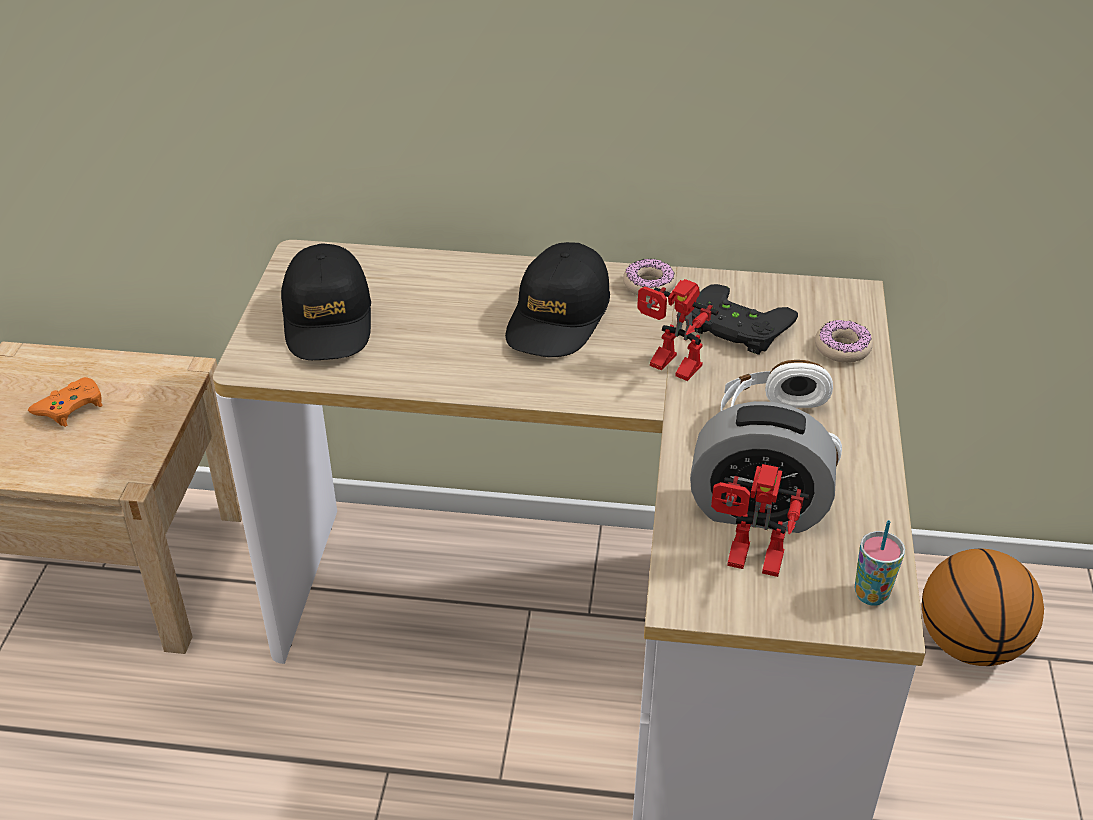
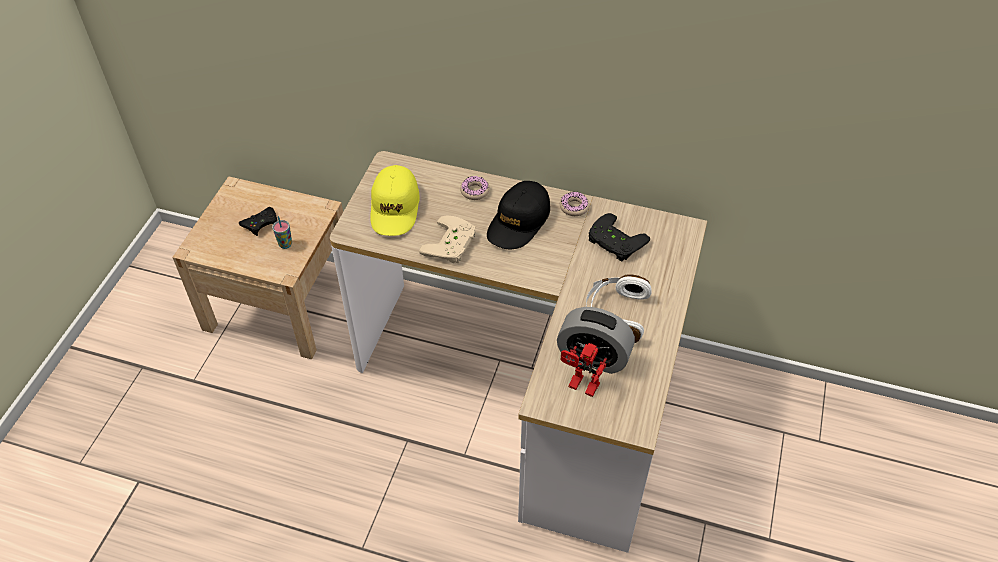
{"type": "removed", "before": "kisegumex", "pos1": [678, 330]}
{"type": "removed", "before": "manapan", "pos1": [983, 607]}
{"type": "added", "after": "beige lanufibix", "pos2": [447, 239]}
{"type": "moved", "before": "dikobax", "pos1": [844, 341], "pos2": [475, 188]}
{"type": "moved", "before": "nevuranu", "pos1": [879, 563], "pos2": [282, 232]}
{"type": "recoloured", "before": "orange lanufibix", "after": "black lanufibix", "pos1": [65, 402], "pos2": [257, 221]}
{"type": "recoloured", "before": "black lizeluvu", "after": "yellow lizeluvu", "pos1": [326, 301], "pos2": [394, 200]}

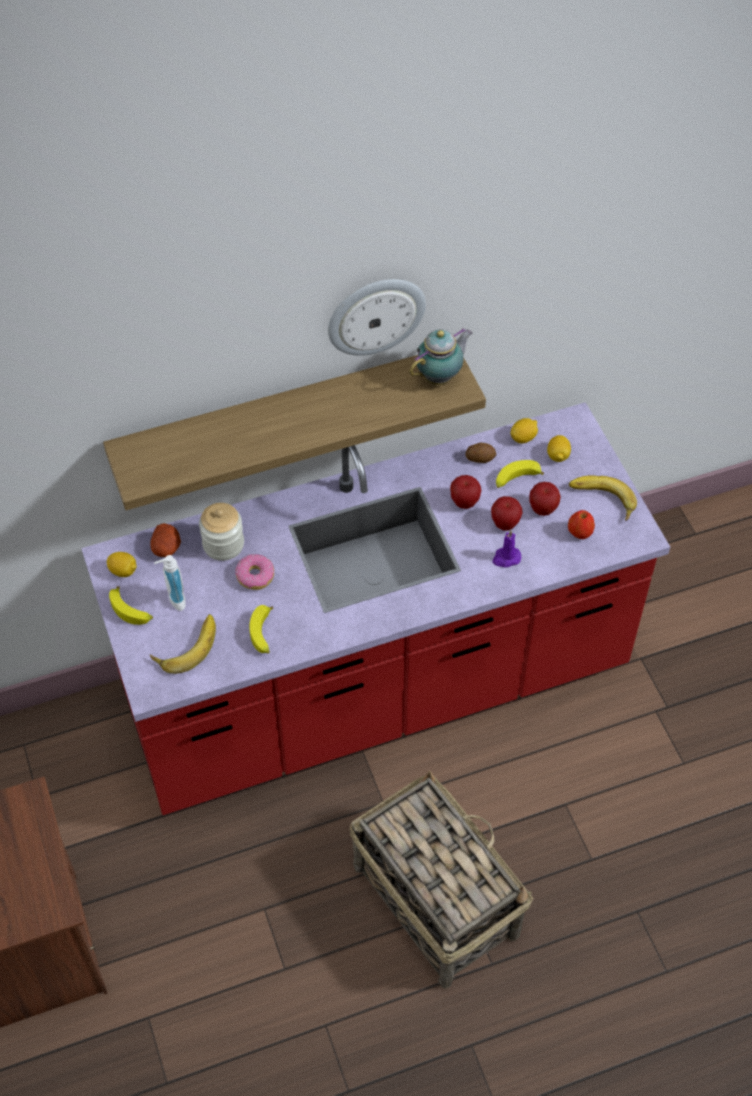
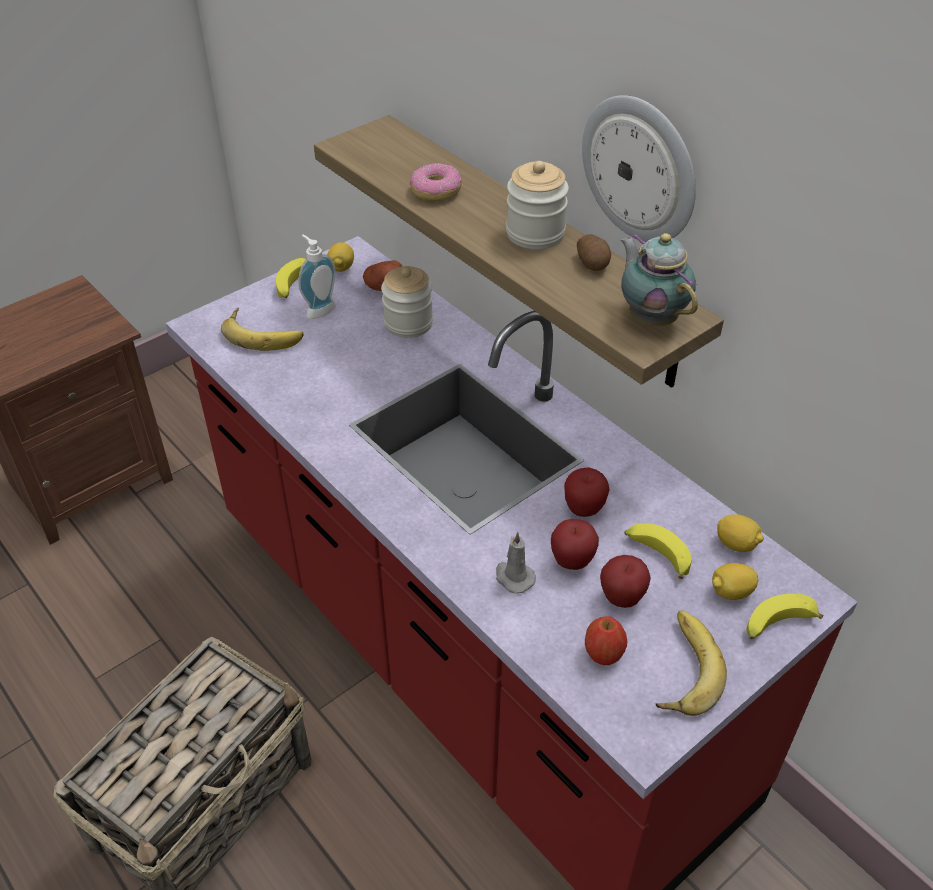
{"type": "added", "after": "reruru", "pos2": [537, 205]}
{"type": "moved", "before": "dikobax", "pos1": [254, 572], "pos2": [436, 182]}
{"type": "moved", "before": "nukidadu", "pos1": [261, 629], "pos2": [785, 616]}
{"type": "moved", "before": "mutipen", "pos1": [480, 453], "pos2": [594, 252]}
{"type": "recoloured", "before": "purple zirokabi", "after": "grey zirokabi", "pos1": [506, 549], "pos2": [516, 562]}
{"type": "turned", "before": "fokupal", "pos1": [441, 356], "pos2": [659, 279], "turn": -150}

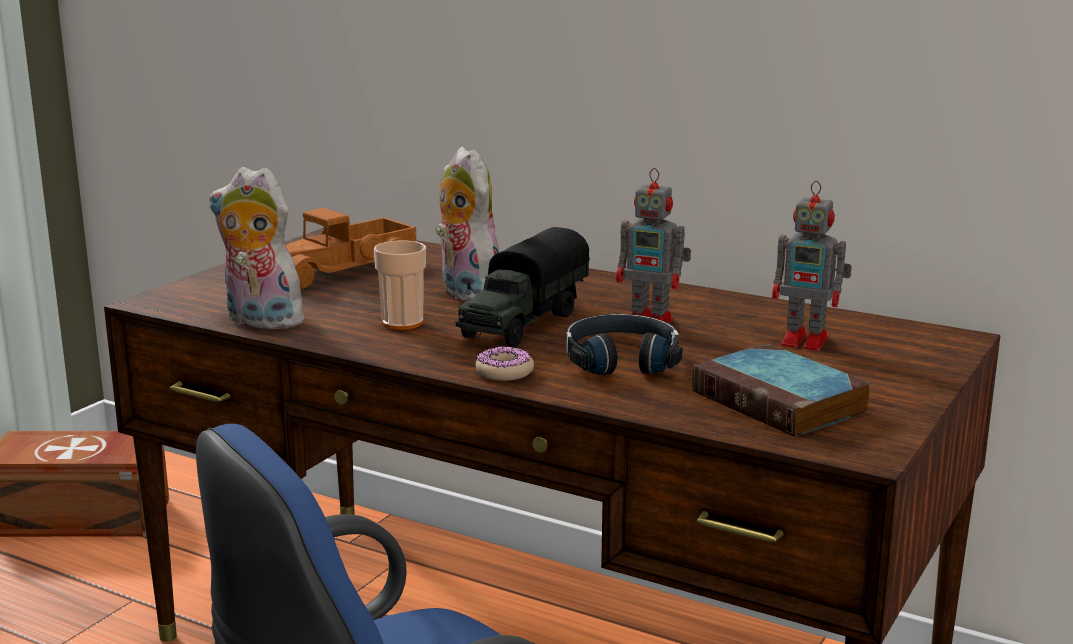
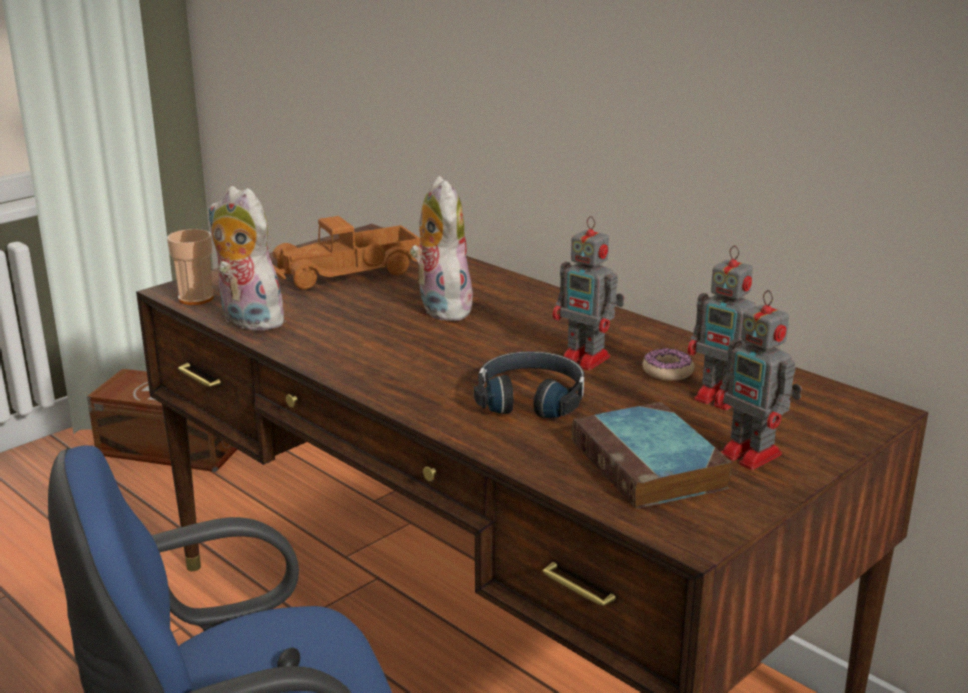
{"type": "removed", "before": "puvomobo", "pos1": [523, 287]}
{"type": "added", "after": "kisegumex", "pos2": [758, 380]}
{"type": "moved", "before": "nevuranu", "pos1": [400, 285], "pos2": [190, 267]}
{"type": "moved", "before": "dikobax", "pos1": [504, 363], "pos2": [668, 364]}

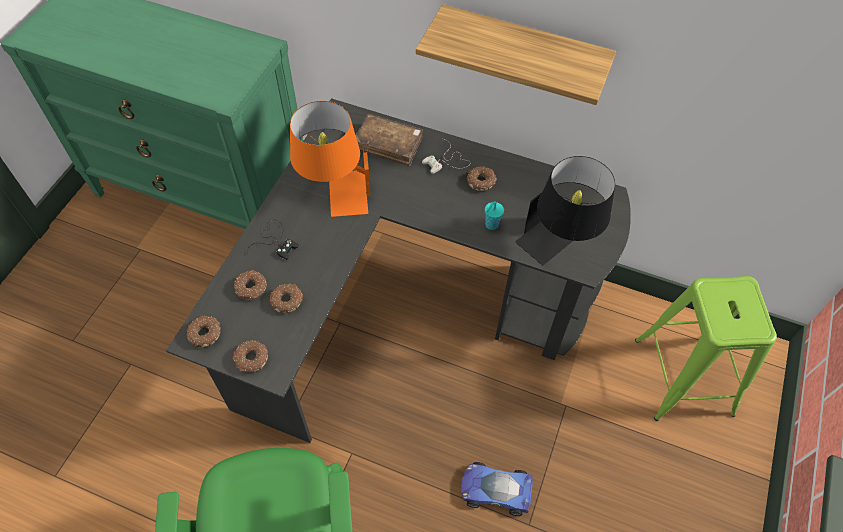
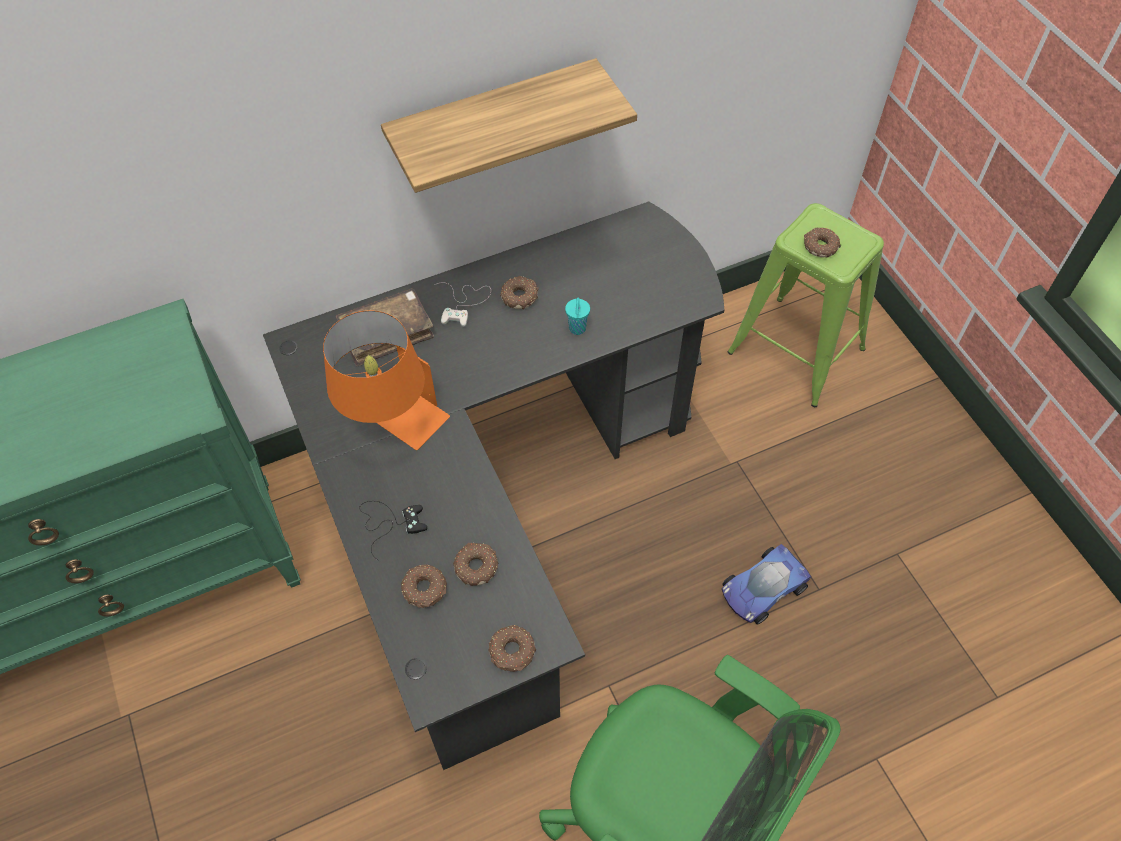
{"type": "removed", "before": "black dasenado", "pos1": [565, 210]}
{"type": "moved", "before": "dikobax", "pos1": [204, 331], "pos2": [822, 243]}

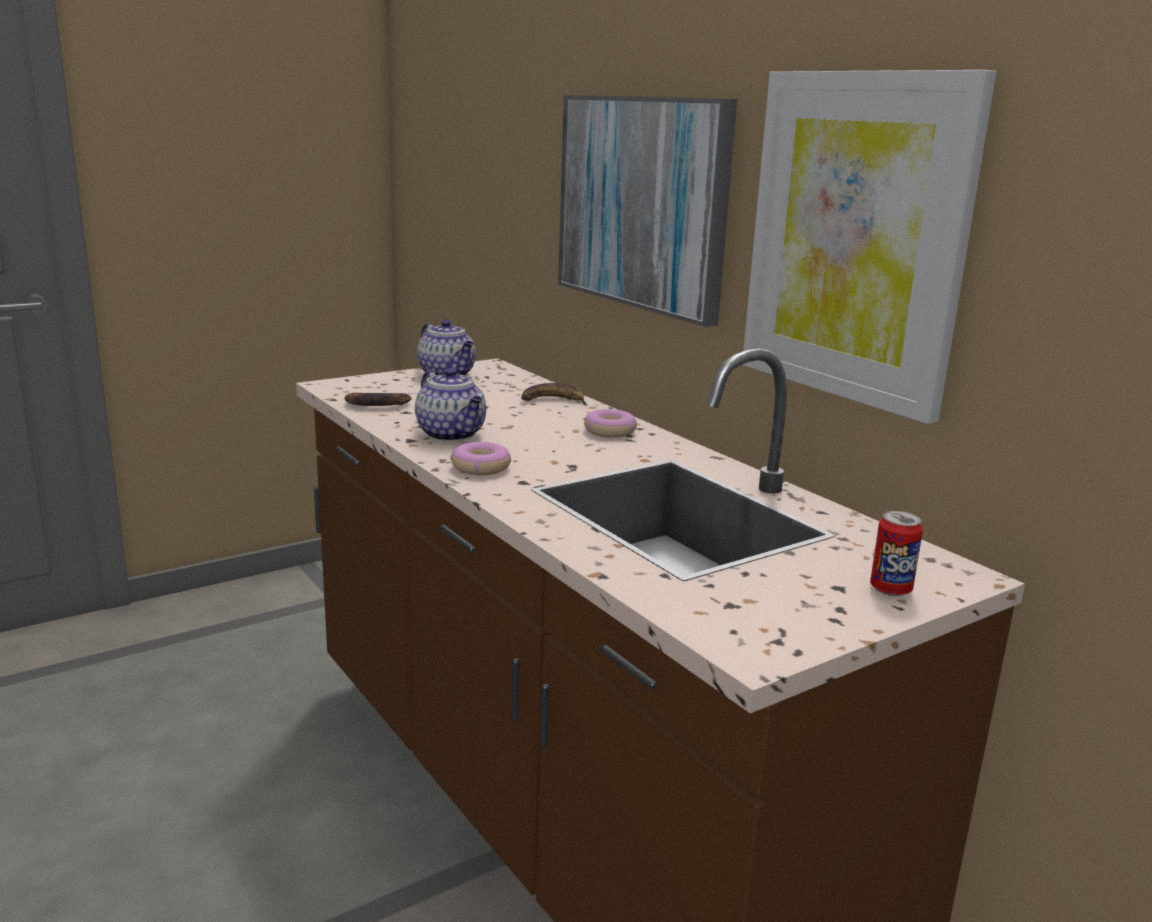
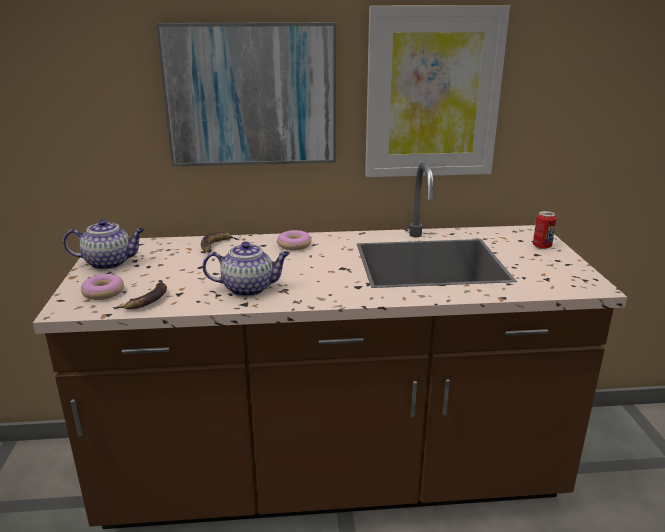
{"type": "moved", "before": "dikobax", "pos1": [480, 458], "pos2": [102, 287]}

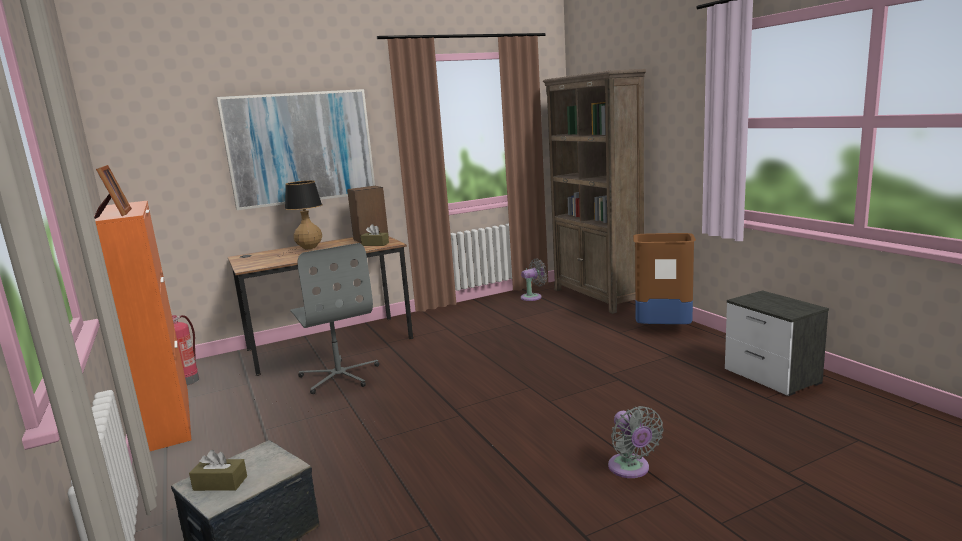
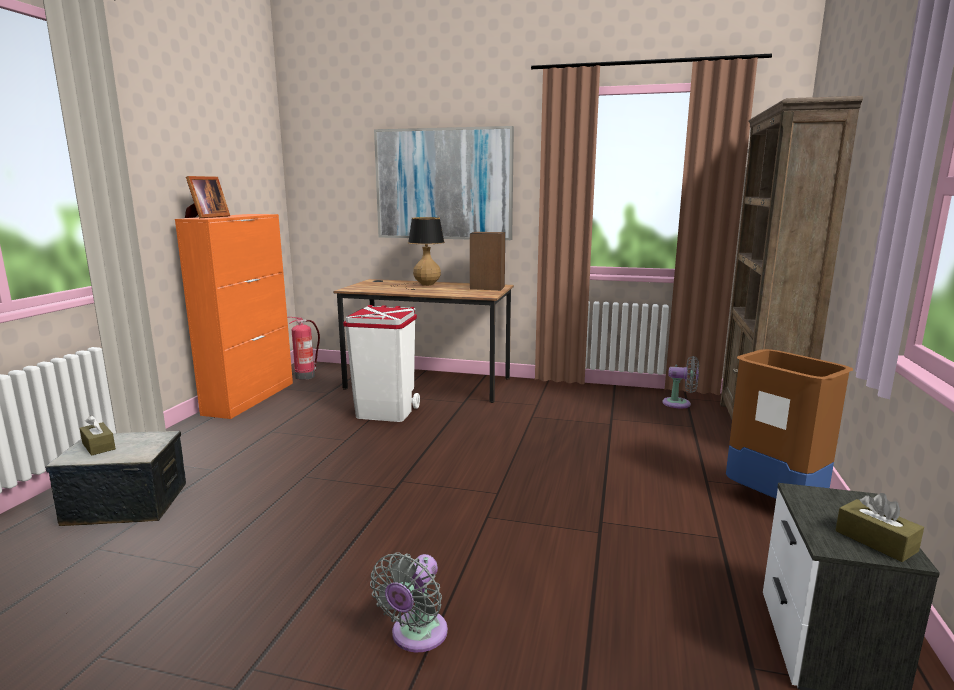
{"type": "moved", "before": "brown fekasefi", "pos1": [374, 235], "pos2": [880, 527]}
{"type": "replaced", "before": "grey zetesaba", "after": "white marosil", "pos1": [334, 318], "pos2": [381, 363]}

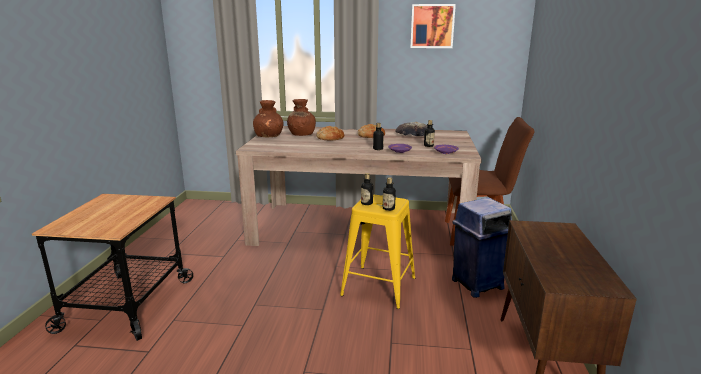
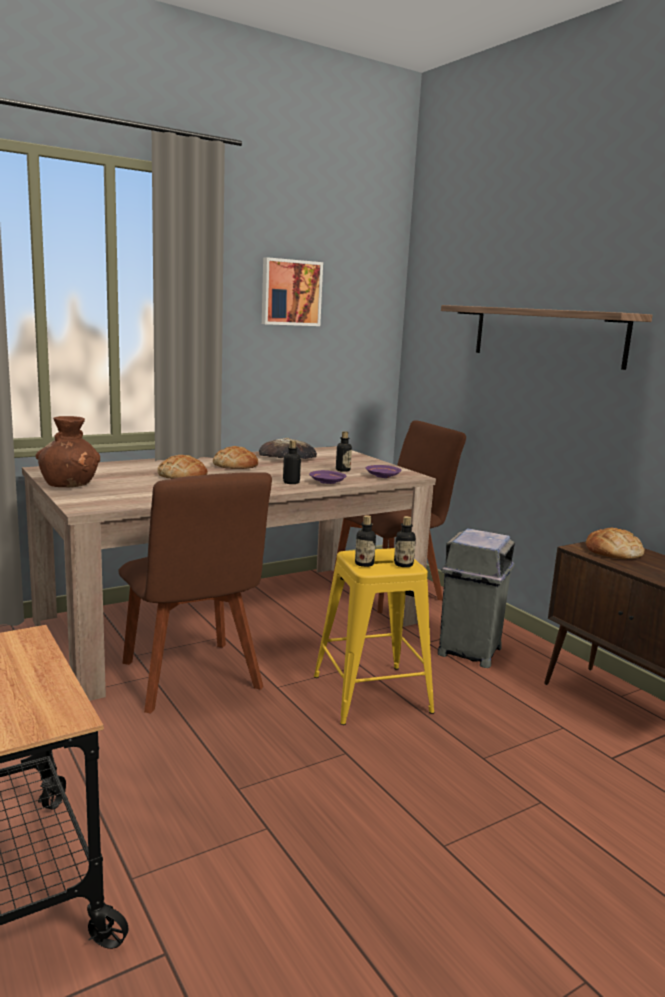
{"type": "removed", "before": "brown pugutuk", "pos1": [301, 117]}
{"type": "added", "after": "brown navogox", "pos2": [195, 593]}
{"type": "added", "after": "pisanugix", "pos2": [547, 337]}
{"type": "added", "after": "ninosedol", "pos2": [615, 543]}
{"type": "recoloured", "before": "blue marosil", "after": "grey marosil", "pos1": [482, 247], "pos2": [476, 598]}

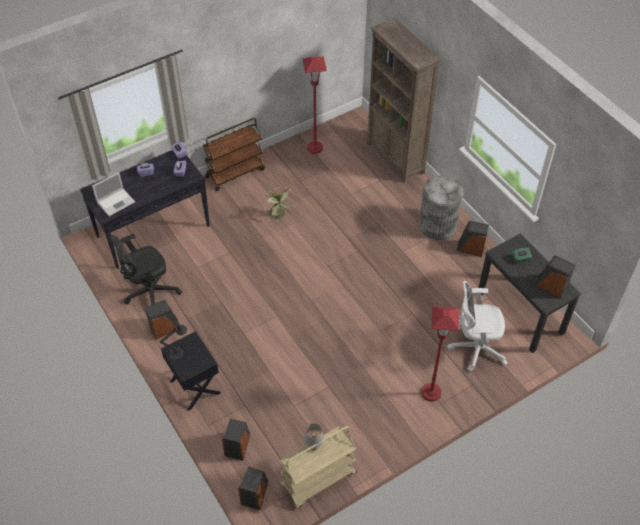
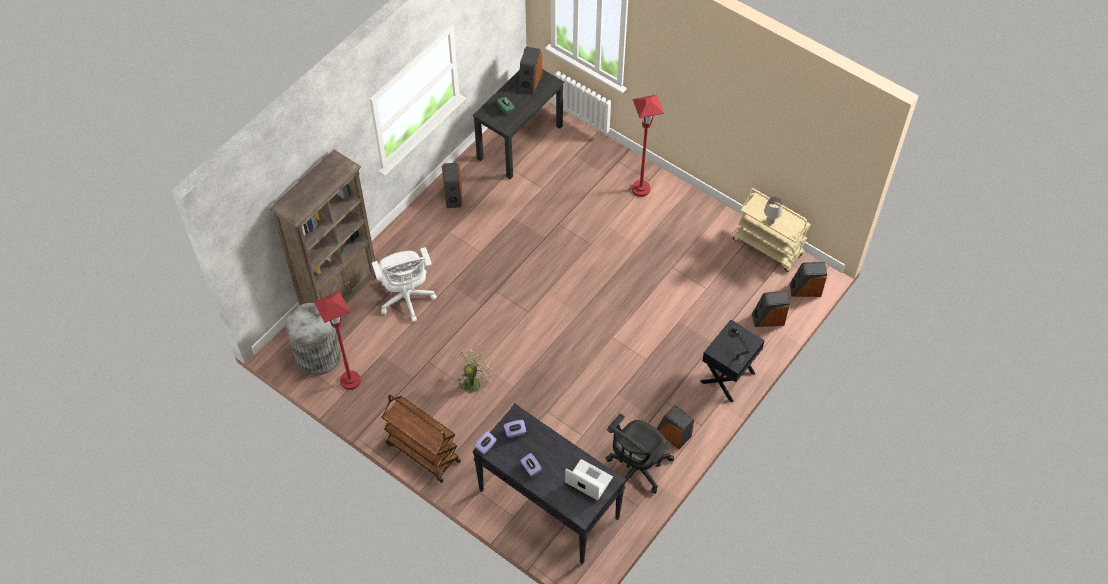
{"type": "moved", "before": "grey marosil", "pos1": [441, 208], "pos2": [313, 339]}
{"type": "moved", "before": "white zetesaba", "pos1": [477, 326], "pos2": [404, 284]}
{"type": "turned", "before": "black zetesaba", "pos1": [145, 269], "pos2": [640, 454], "turn": 90}

